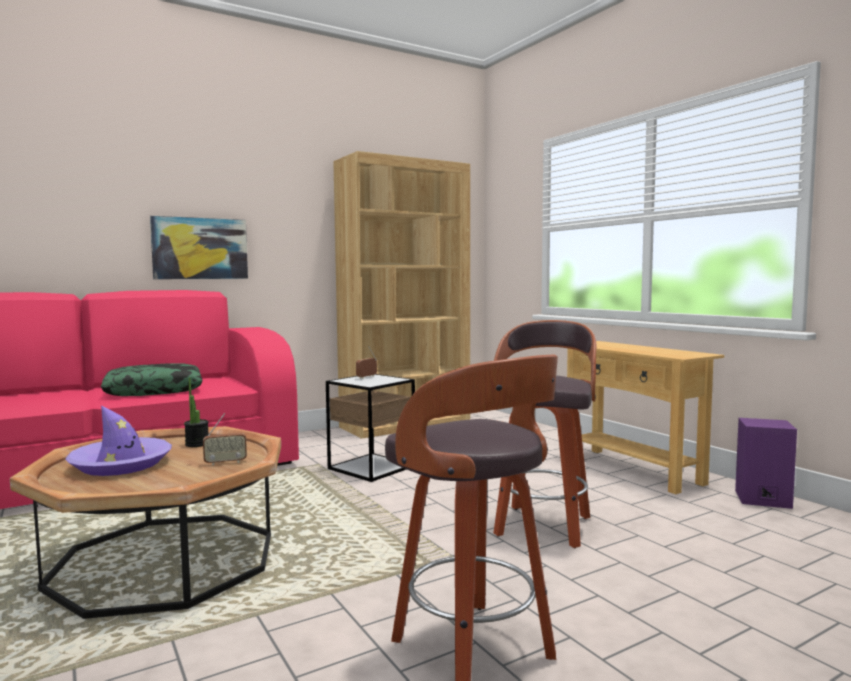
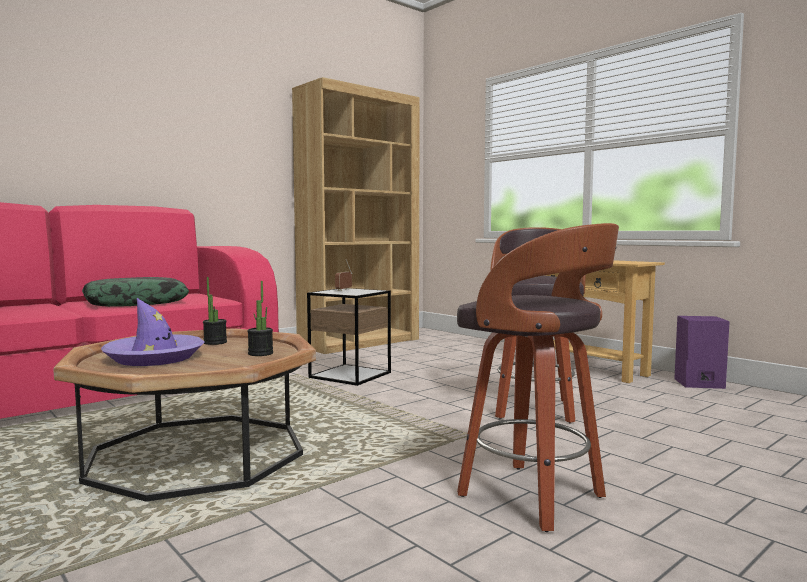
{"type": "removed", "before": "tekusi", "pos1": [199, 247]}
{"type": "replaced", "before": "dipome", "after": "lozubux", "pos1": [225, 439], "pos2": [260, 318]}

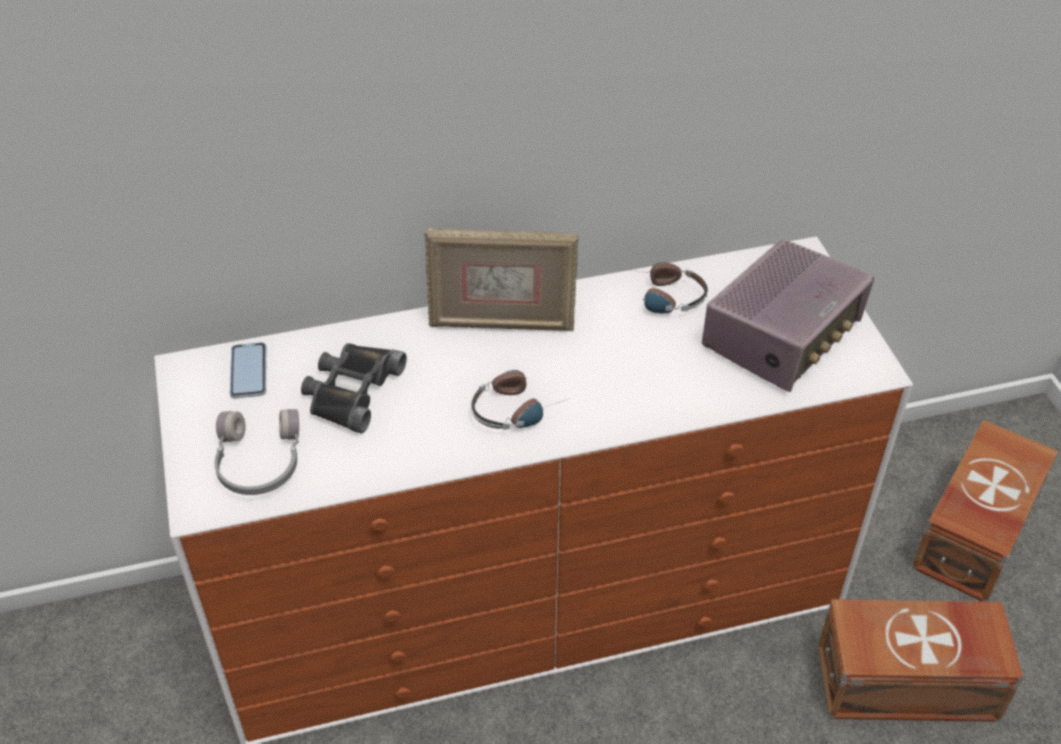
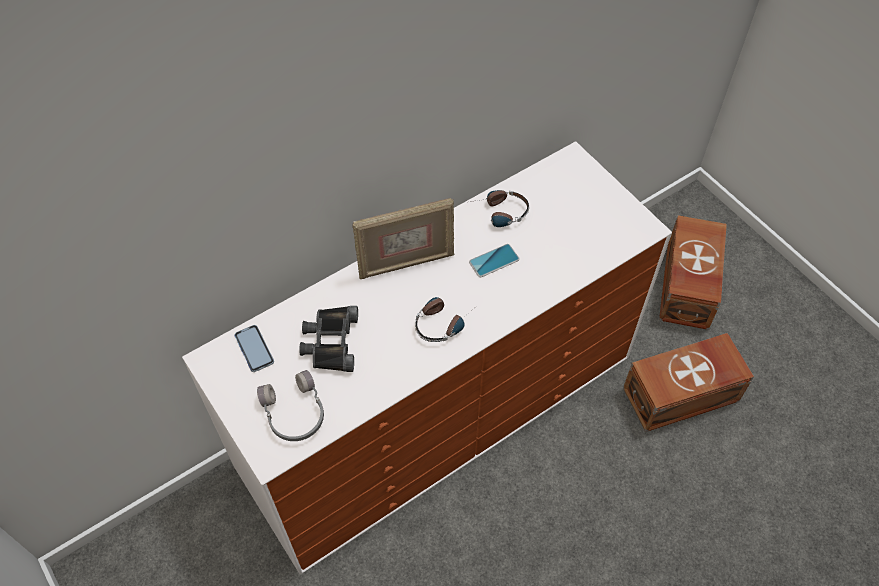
{"type": "removed", "before": "dipome", "pos1": [788, 315]}
{"type": "added", "after": "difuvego", "pos2": [494, 260]}

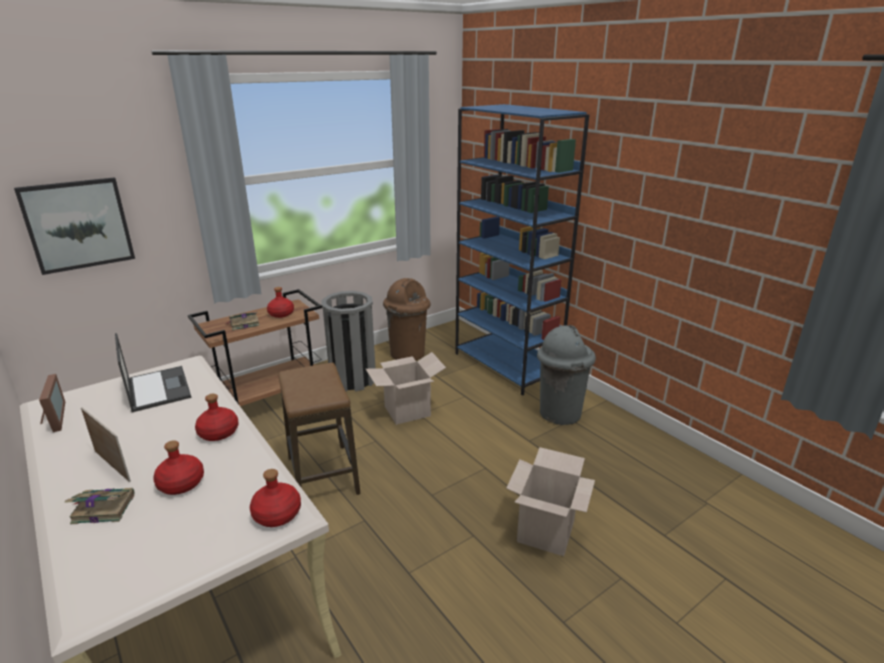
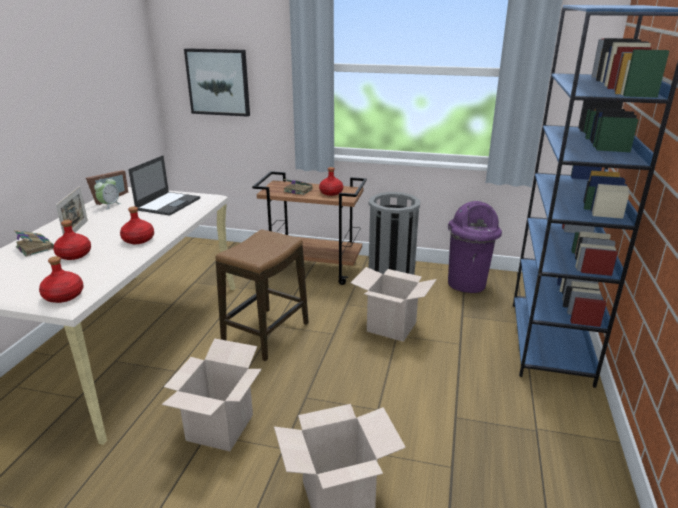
{"type": "removed", "before": "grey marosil", "pos1": [566, 375]}
{"type": "added", "after": "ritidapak", "pos2": [107, 193]}
{"type": "added", "after": "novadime", "pos2": [212, 394]}
{"type": "recoloured", "before": "brown marosil", "after": "purple marosil", "pos1": [406, 319], "pos2": [475, 247]}

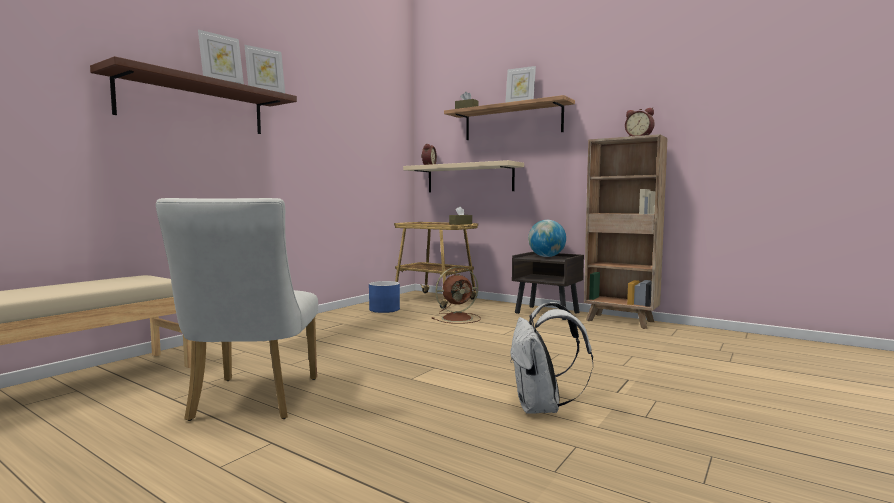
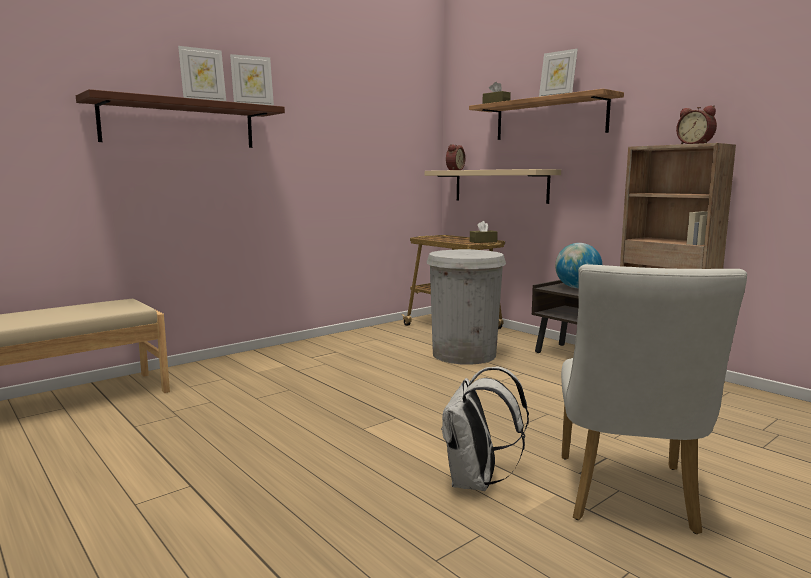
{"type": "removed", "before": "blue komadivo", "pos1": [384, 297]}
{"type": "moved", "before": "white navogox", "pos1": [237, 309], "pos2": [654, 399]}
{"type": "replaced", "before": "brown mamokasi", "after": "white marosil", "pos1": [456, 295], "pos2": [466, 307]}

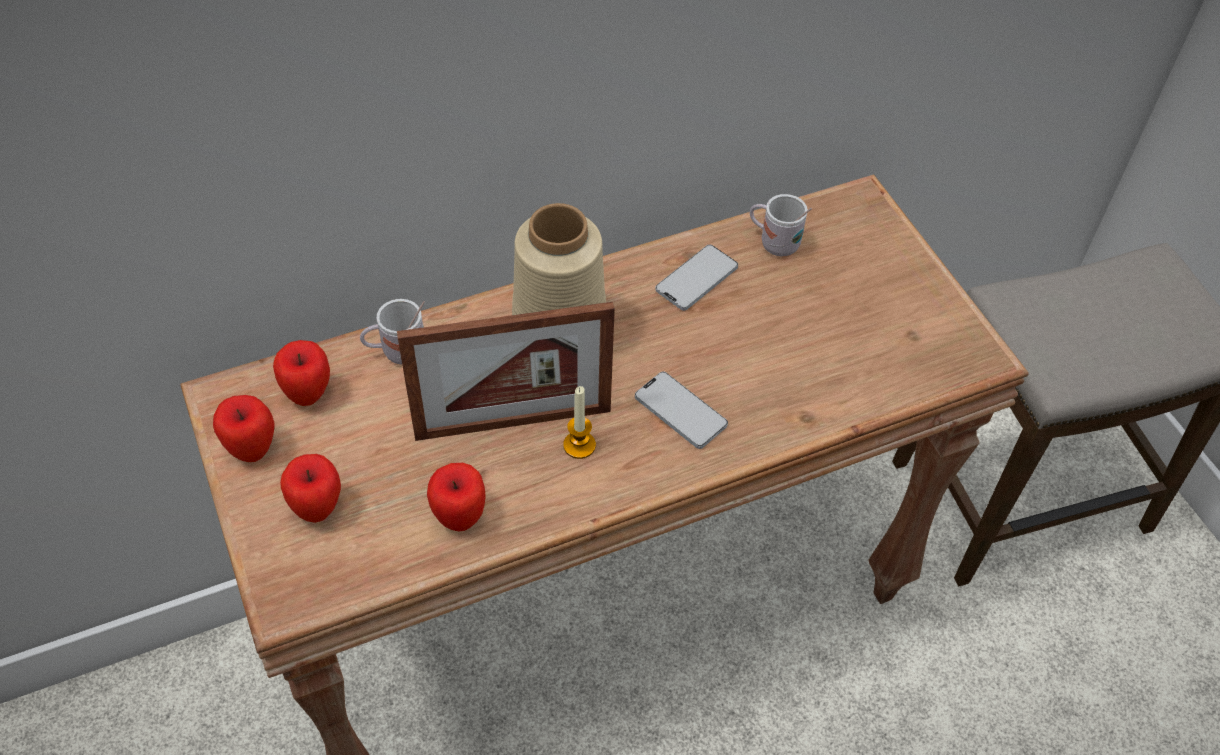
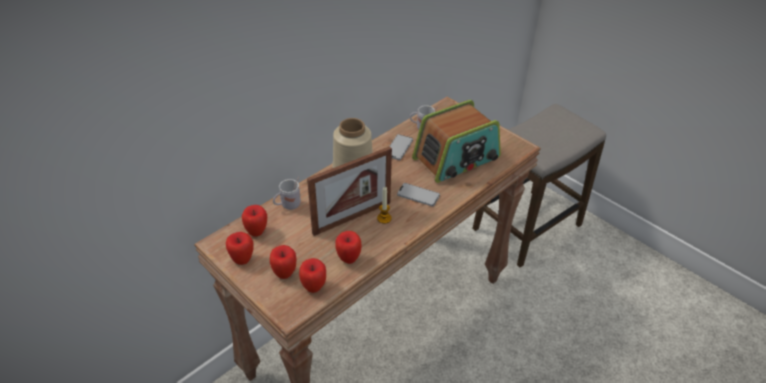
{"type": "added", "after": "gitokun", "pos2": [312, 275]}
{"type": "added", "after": "dipome", "pos2": [456, 141]}

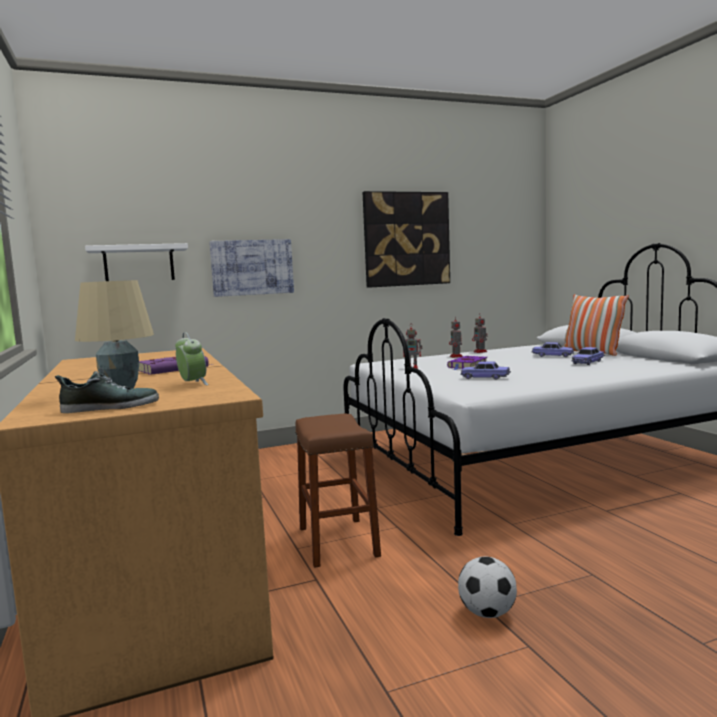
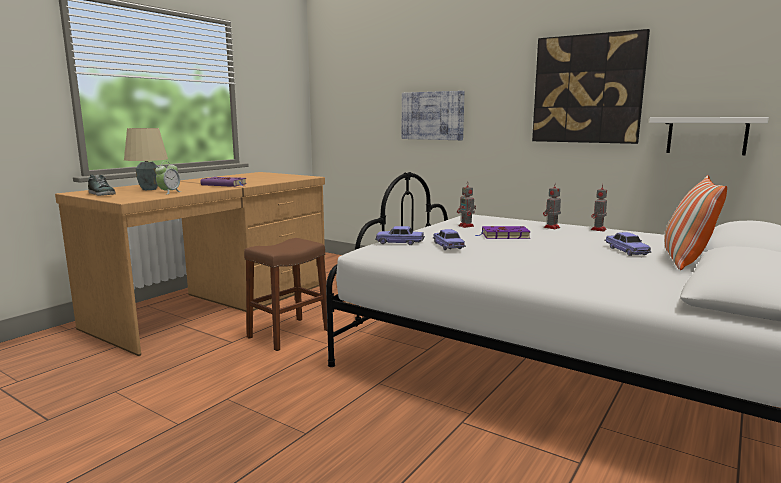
{"type": "removed", "before": "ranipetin", "pos1": [487, 587]}
{"type": "moved", "before": "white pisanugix", "pos1": [136, 262], "pos2": [709, 136]}
{"type": "moved", "before": "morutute", "pos1": [588, 356], "pos2": [400, 235]}

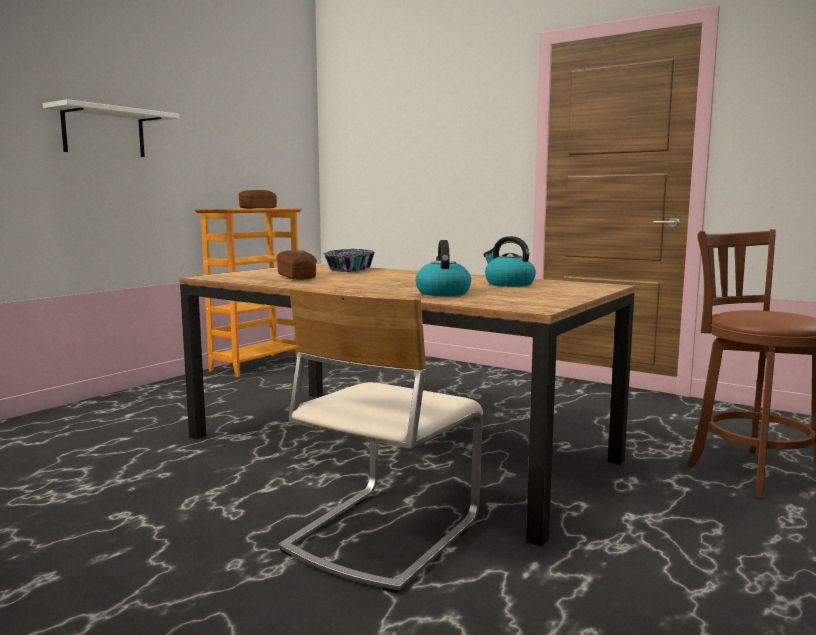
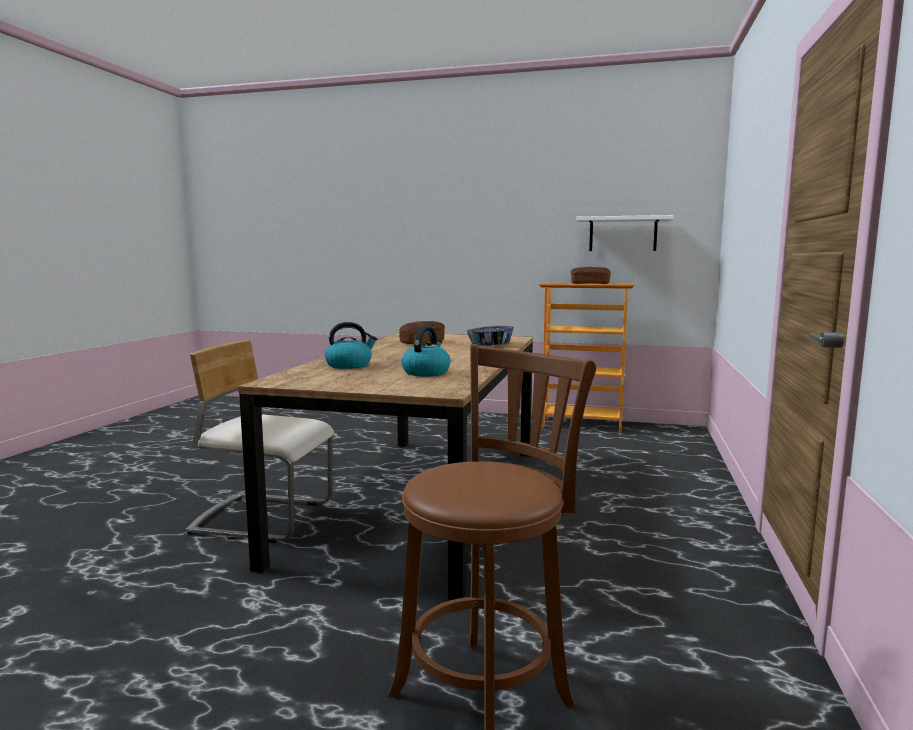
{"type": "moved", "before": "white pisanugix", "pos1": [111, 128], "pos2": [625, 233]}

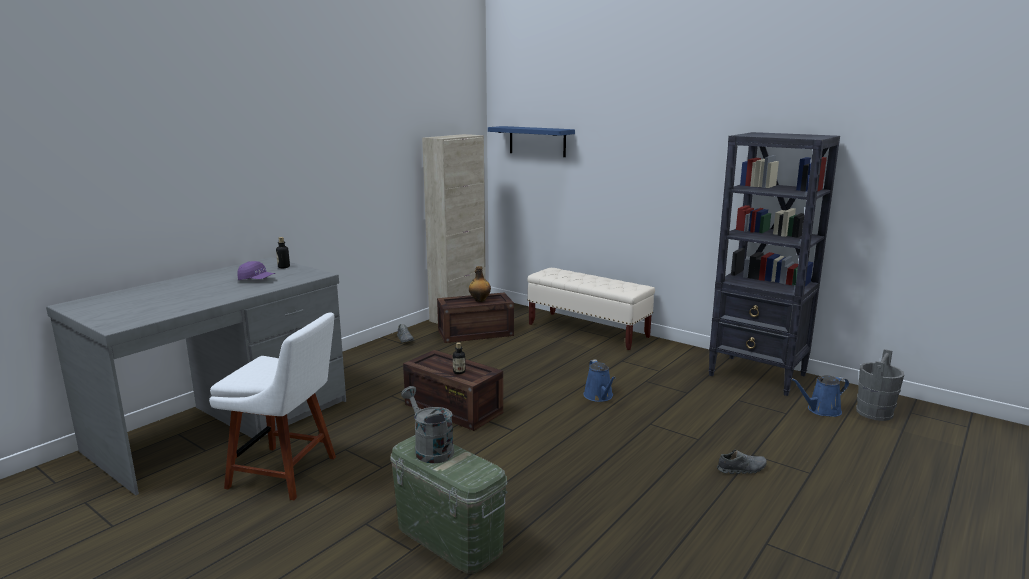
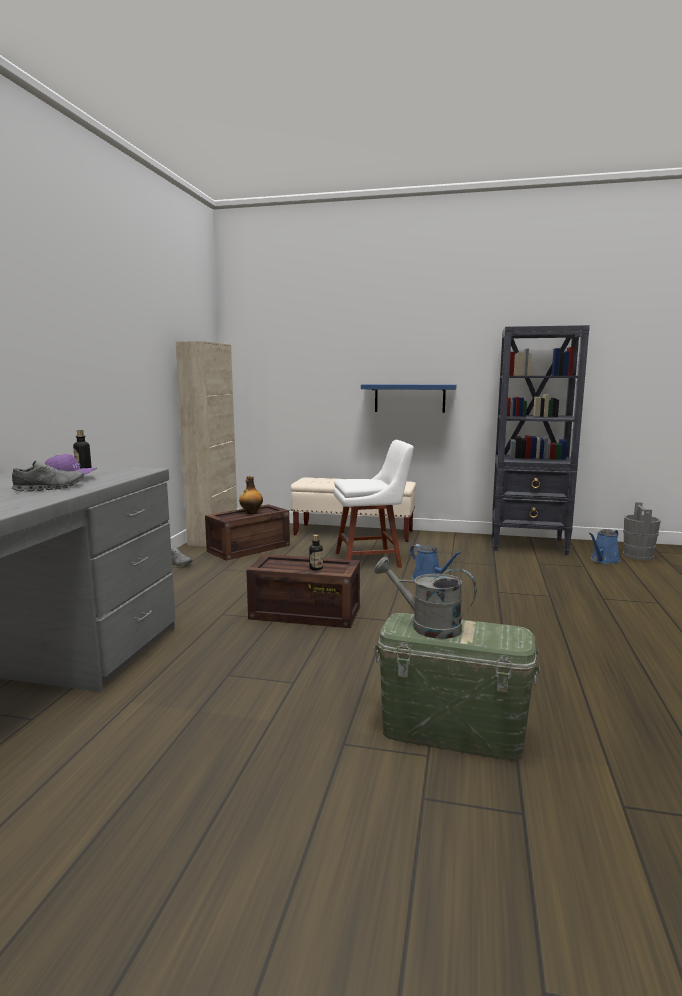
{"type": "moved", "before": "white navogox", "pos1": [272, 406], "pos2": [373, 504]}
{"type": "moved", "before": "blue pisanugix", "pos1": [531, 141], "pos2": [409, 398]}
{"type": "moved", "before": "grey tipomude", "pos1": [742, 462], "pos2": [48, 476]}

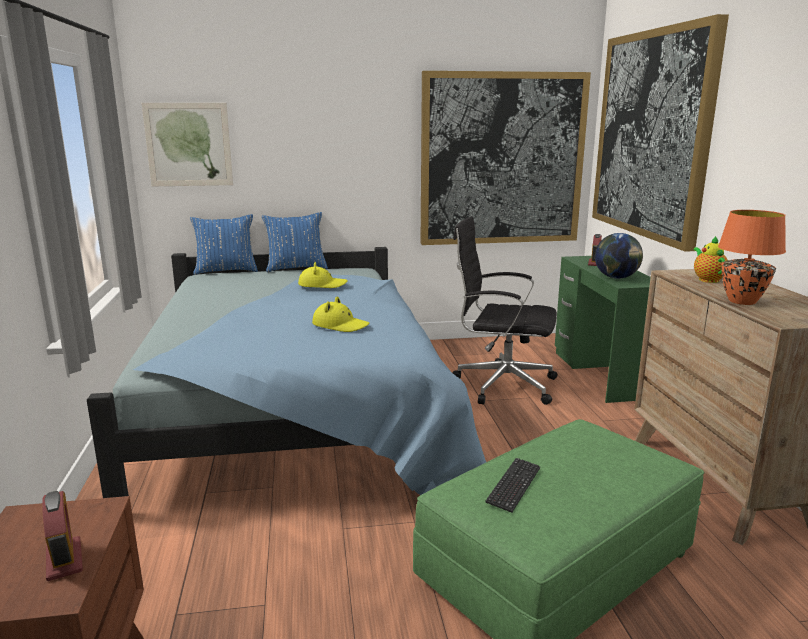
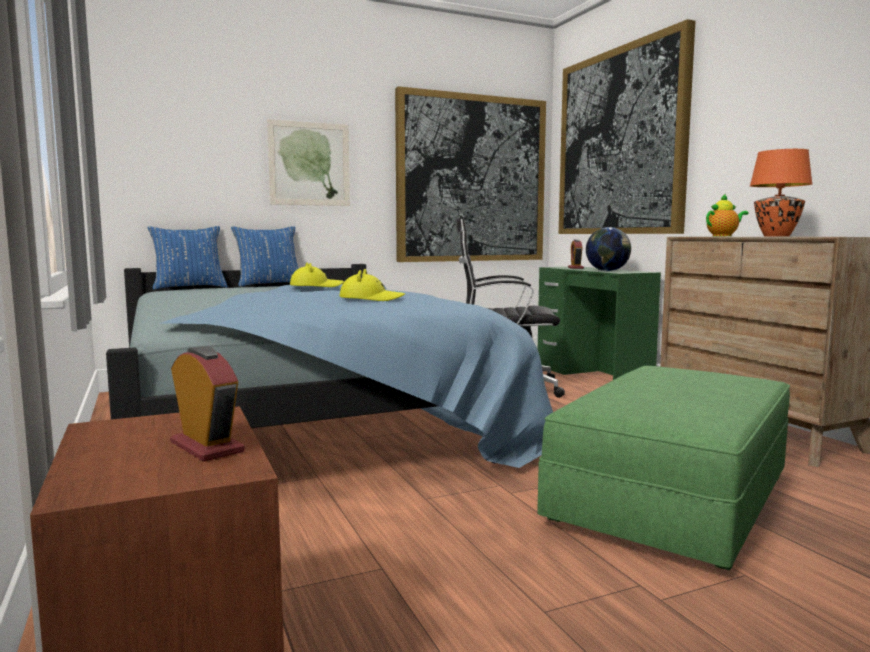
{"type": "removed", "before": "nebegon", "pos1": [512, 485]}
{"type": "moved", "before": "tekusi", "pos1": [187, 144], "pos2": [308, 162]}
{"type": "turned", "before": "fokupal", "pos1": [710, 259], "pos2": [727, 215], "turn": 90}

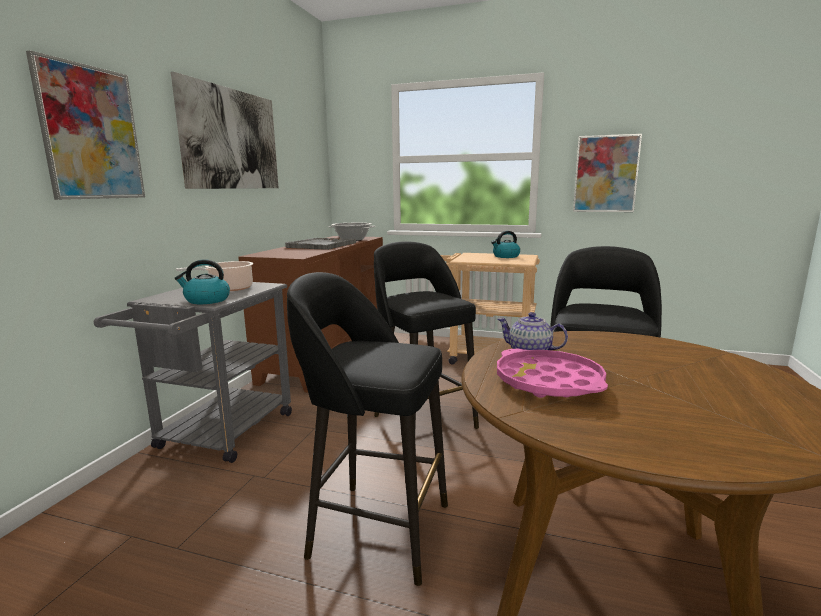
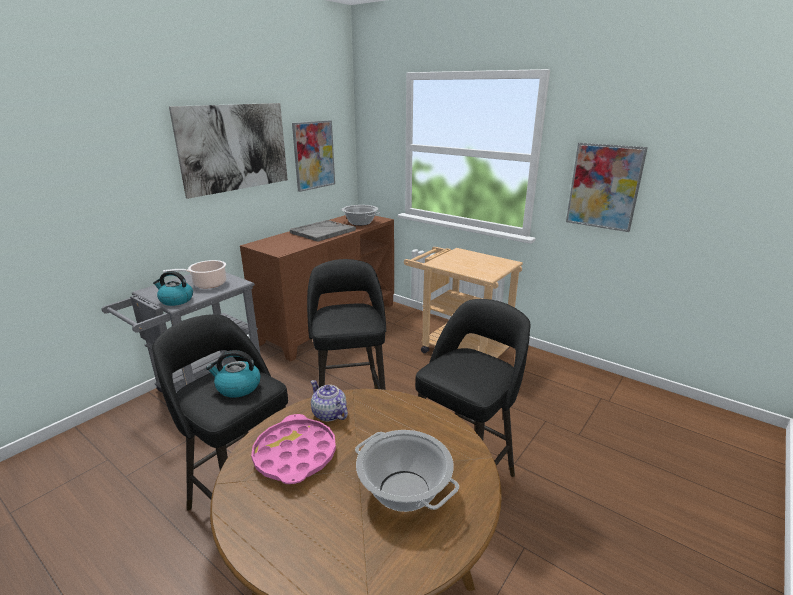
{"type": "added", "after": "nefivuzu", "pos2": [407, 471]}
{"type": "moved", "before": "tekusi", "pos1": [85, 125], "pos2": [313, 156]}
{"type": "moved", "before": "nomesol", "pos1": [505, 244], "pos2": [233, 374]}

